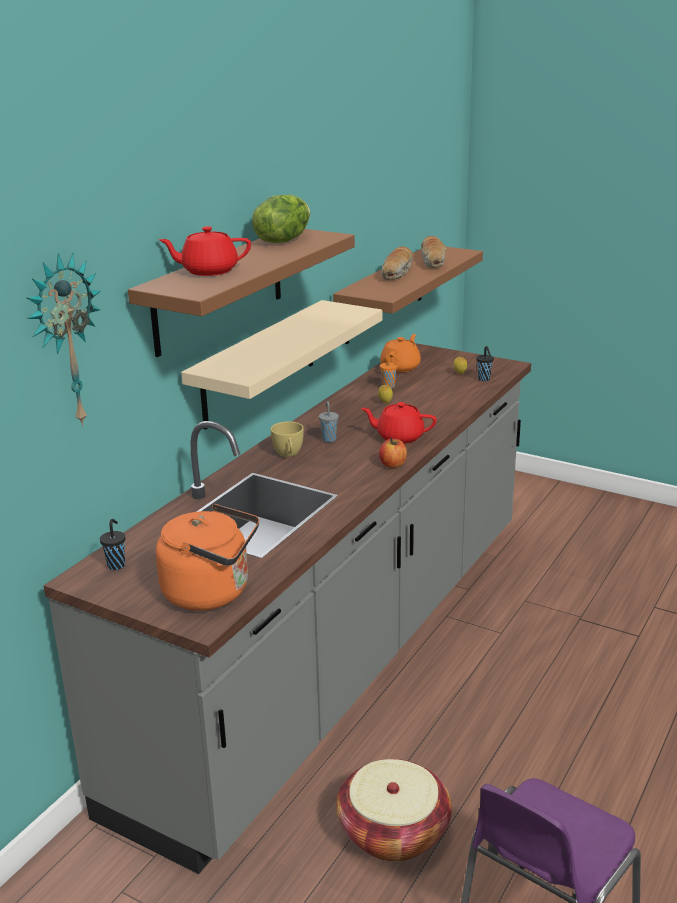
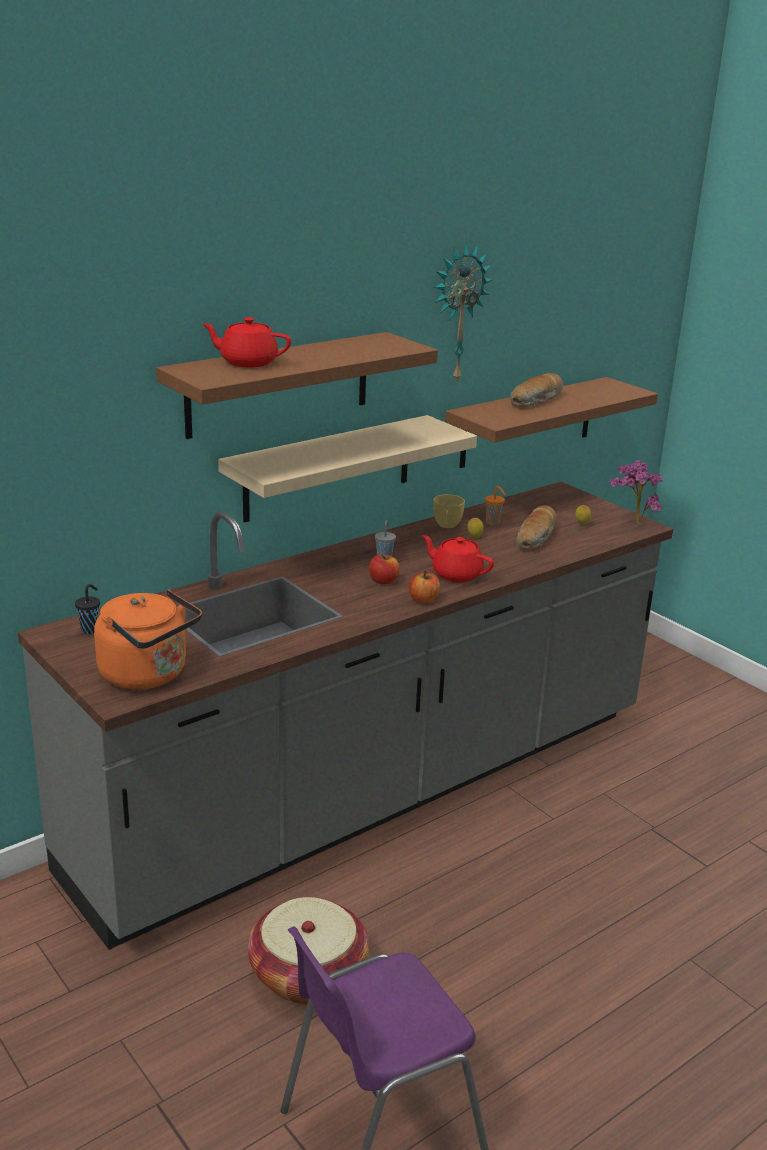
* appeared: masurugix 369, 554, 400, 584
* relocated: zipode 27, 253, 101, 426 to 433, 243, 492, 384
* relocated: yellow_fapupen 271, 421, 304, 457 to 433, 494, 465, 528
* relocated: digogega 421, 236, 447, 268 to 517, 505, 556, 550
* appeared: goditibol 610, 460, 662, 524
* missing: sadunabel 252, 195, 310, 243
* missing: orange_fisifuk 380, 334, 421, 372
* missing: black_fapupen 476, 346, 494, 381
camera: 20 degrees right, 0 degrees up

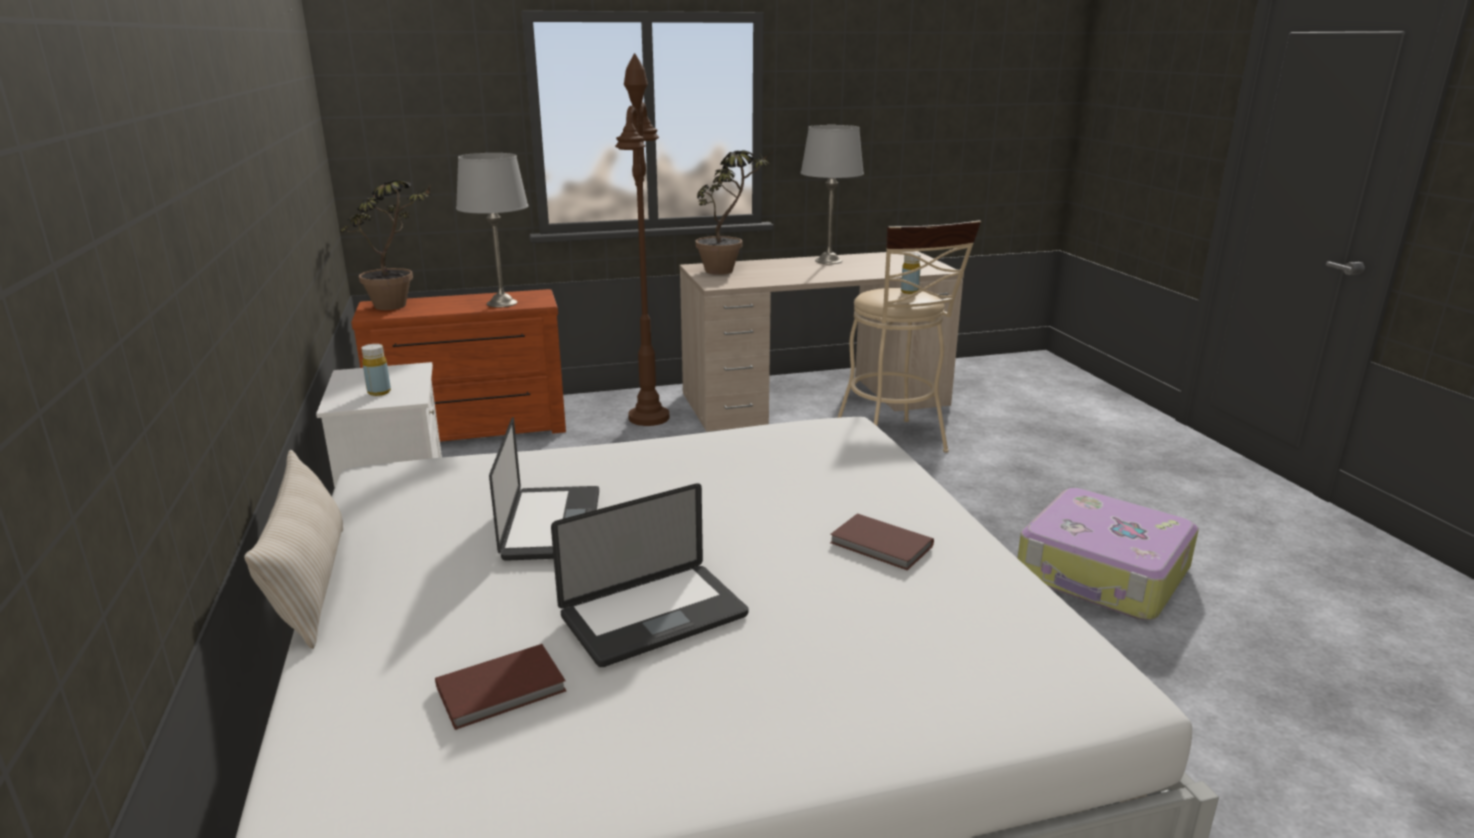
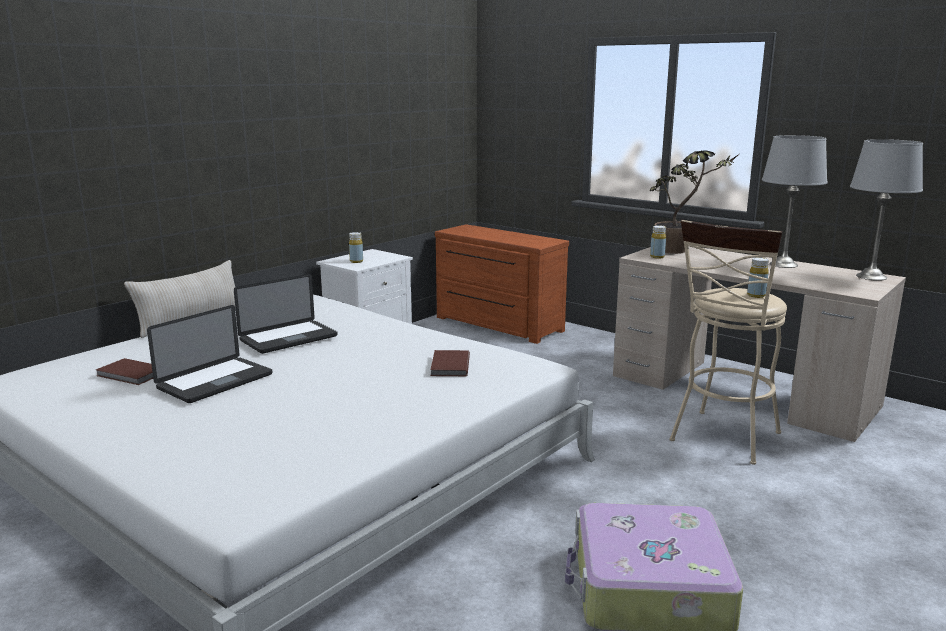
* spun: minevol 551, 483, 749, 667 = 147, 305, 272, 403 75 degrees counterclockwise
* relocated: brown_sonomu 830, 514, 934, 570 to 430, 350, 470, 376
* appeared: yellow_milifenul 650, 225, 666, 258
* relocated: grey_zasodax 456, 153, 528, 307 to 850, 139, 923, 281
* missing: goditibol 340, 180, 432, 310
* missing: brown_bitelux 615, 53, 669, 426
camera: 55 degrees right, 5 degrees down

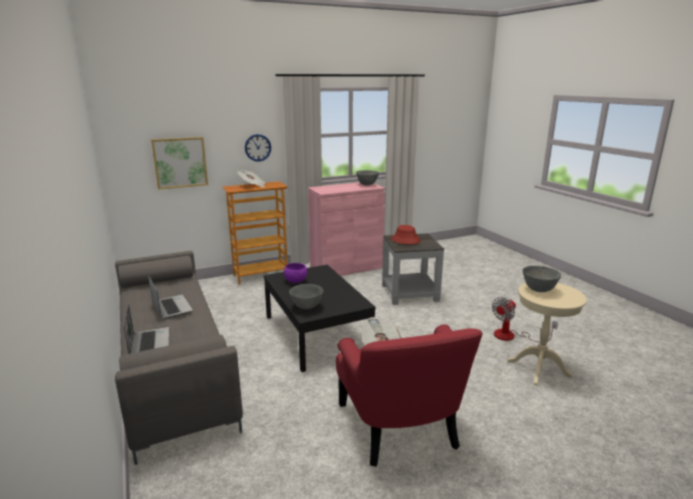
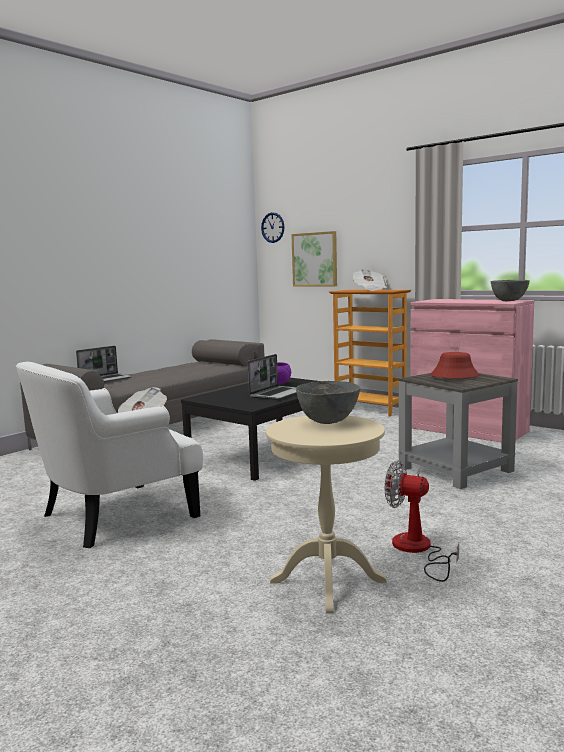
* colour: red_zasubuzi 336, 324, 483, 467 to white_zasubuzi 16, 362, 203, 548
* relocated: minevol 148, 275, 193, 319 to 248, 354, 296, 400
* relocated: zipode 245, 134, 271, 162 to 261, 212, 284, 243
* missing: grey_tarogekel 289, 284, 323, 309
camera: 65 degrees right, 10 degrees down

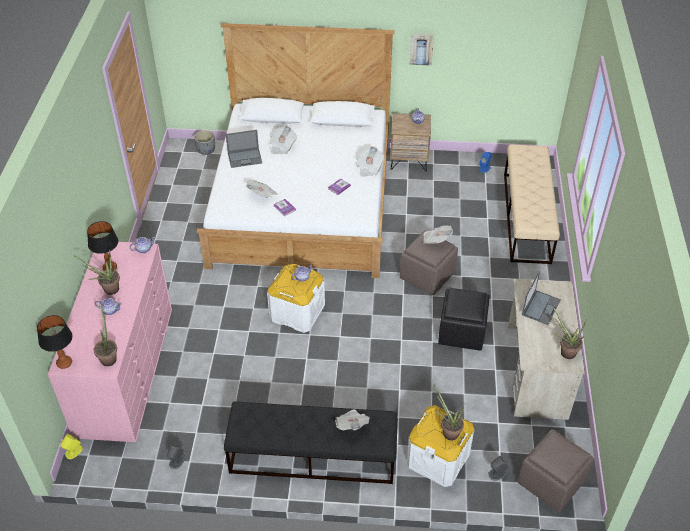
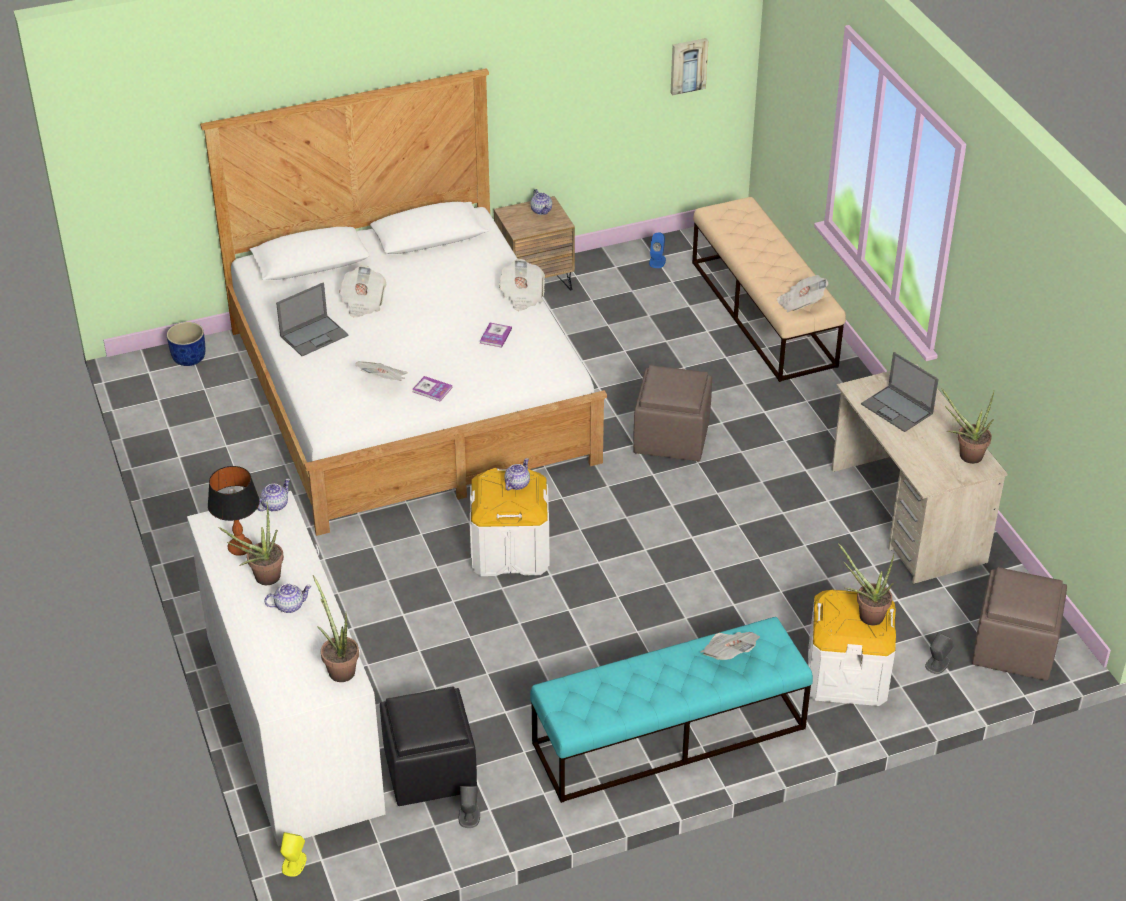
* colour: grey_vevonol 194, 130, 215, 155 to blue_vevonol 167, 322, 205, 366
* colour: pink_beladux 48, 242, 172, 442 to white_beladux 187, 491, 386, 846
* relocated: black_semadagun 438, 288, 490, 351 to 380, 686, 477, 806
* colour: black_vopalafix 224, 402, 398, 484 to turquoise_vopalafix 530, 617, 813, 803
* relocated: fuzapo 409, 34, 434, 66 to 671, 38, 708, 95
* relocated: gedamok 423, 225, 453, 244 to 777, 275, 829, 313
* spun: minevol 522, 271, 561, 325 = 861, 352, 939, 432 135 degrees clockwise
* missing: zasodax 37, 315, 72, 369
camera: 25 degrees left, 5 degrees down

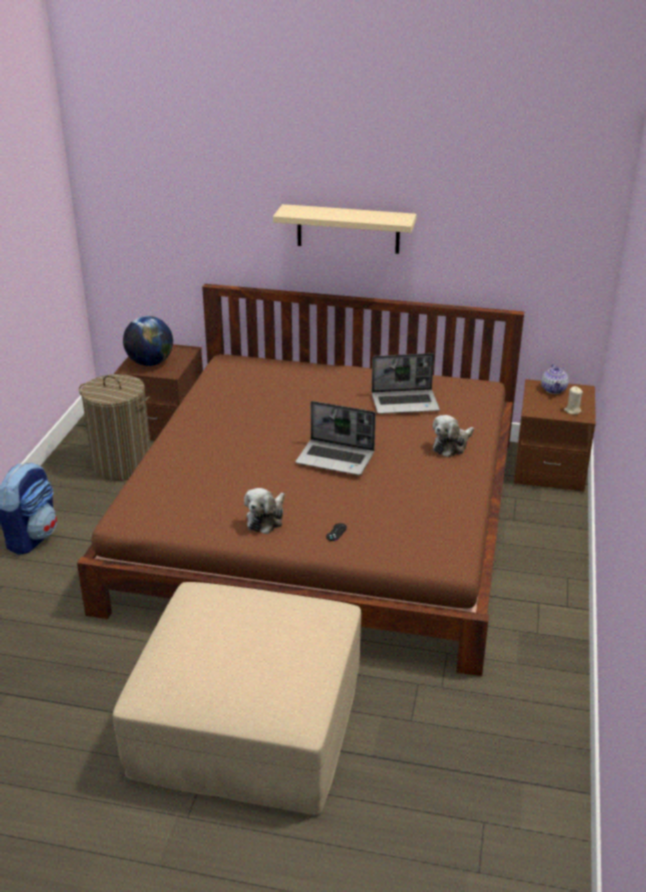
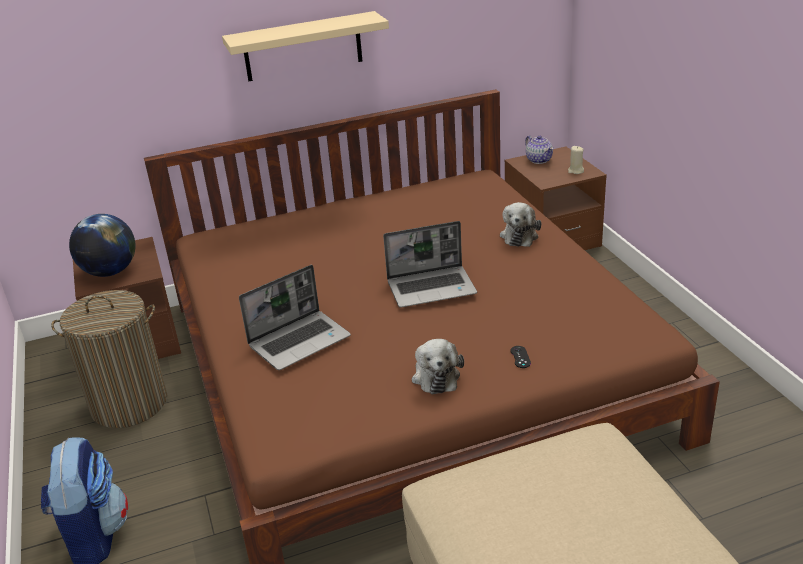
* relocated: minevol 371, 353, 440, 414 to 239, 265, 351, 370
camera: 30 degrees left, 0 degrees up

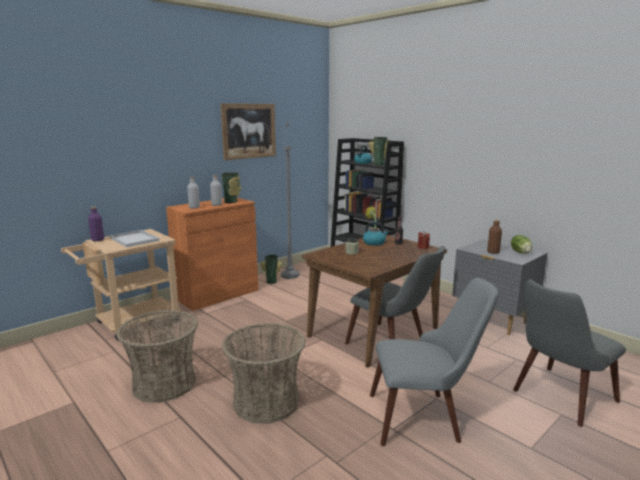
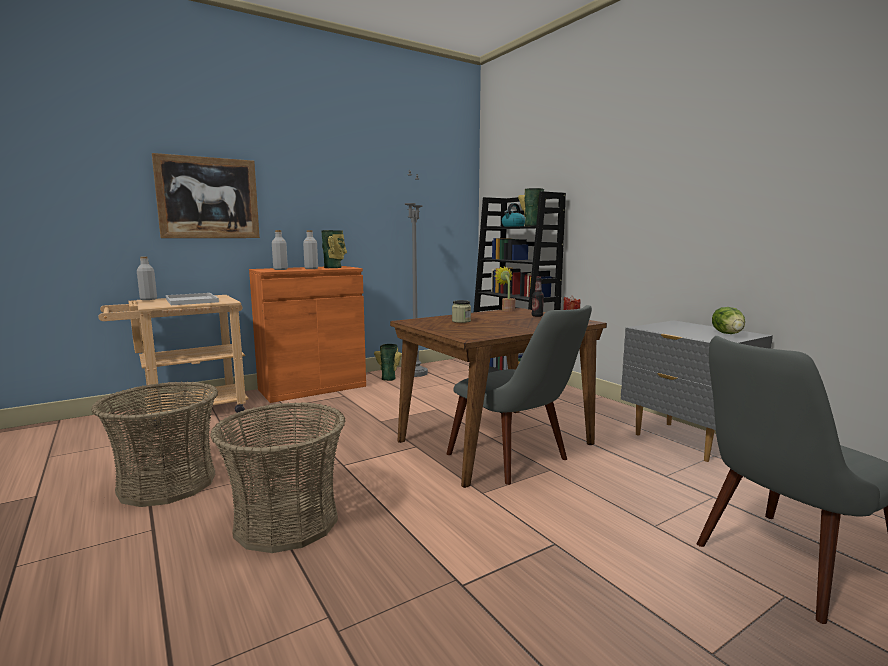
* colour: purple_milifenul 88, 207, 104, 241 to grey_milifenul 137, 256, 157, 300
* relocated: fuzapo 220, 103, 276, 160 to 152, 153, 260, 238
* missing: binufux 363, 222, 390, 246
* missing: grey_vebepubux 370, 278, 499, 446
* missing: brown_milifenul 487, 219, 502, 254
camera: 10 degrees right, 5 degrees down

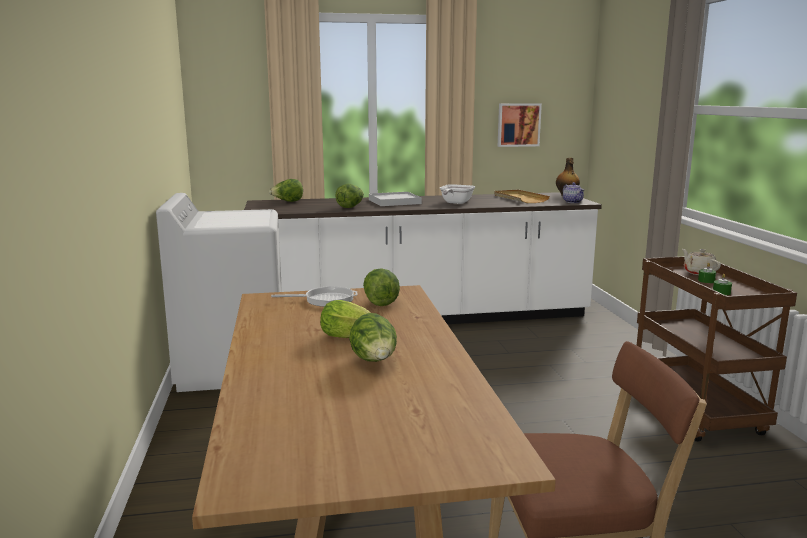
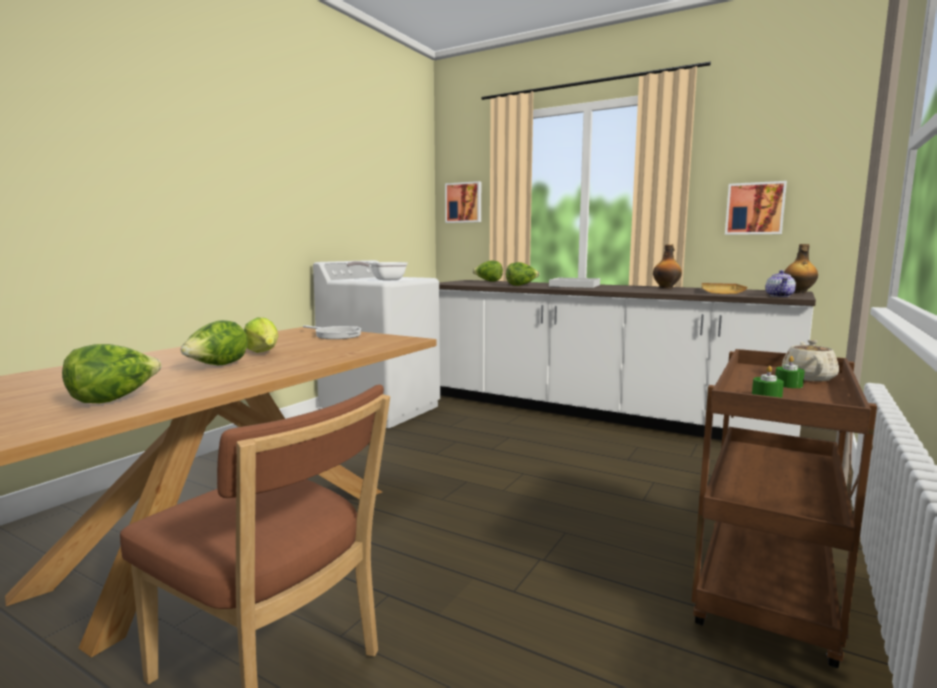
* relocated: sadunabel 363, 268, 400, 306 to 62, 344, 162, 403
* relocated: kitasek 440, 184, 475, 204 to 346, 261, 408, 281
* appeared: fuzapo 445, 181, 481, 223
* appeared: milifenul 653, 244, 682, 289
camera: 40 degrees right, 5 degrees down

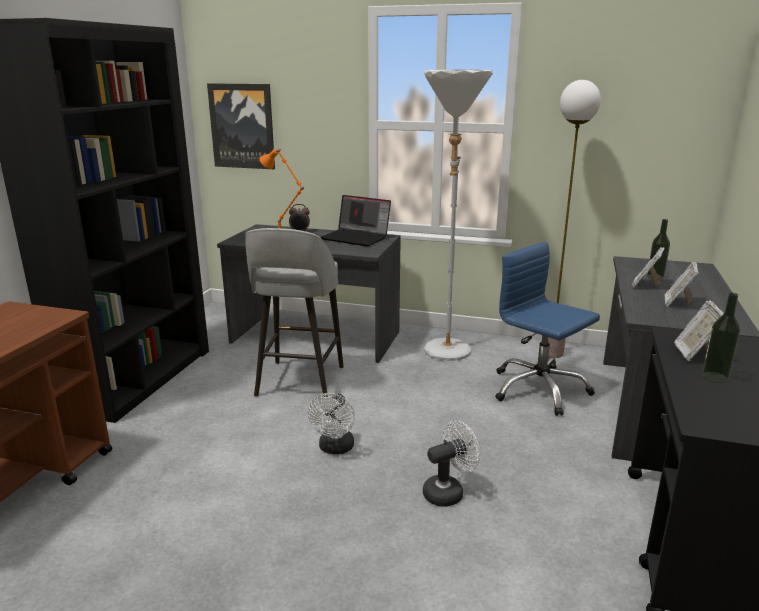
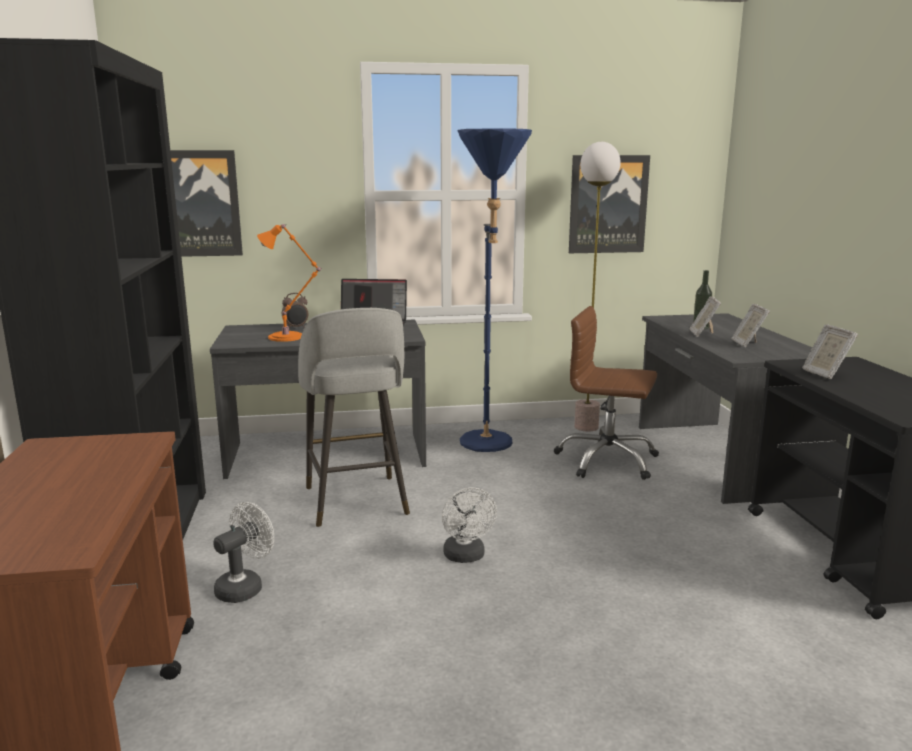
* relocated: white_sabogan 423, 420, 480, 507 to 213, 502, 274, 603
* colour: white_bitelux 424, 70, 493, 361 to blue_bitelux 458, 128, 532, 452
* colour: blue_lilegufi 495, 242, 600, 416 to brown_lilegufi 553, 306, 659, 480
* appeared: fuzapo 569, 155, 650, 253
* missing: milifenul 702, 293, 740, 383
camera: 25 degrees left, 5 degrees down

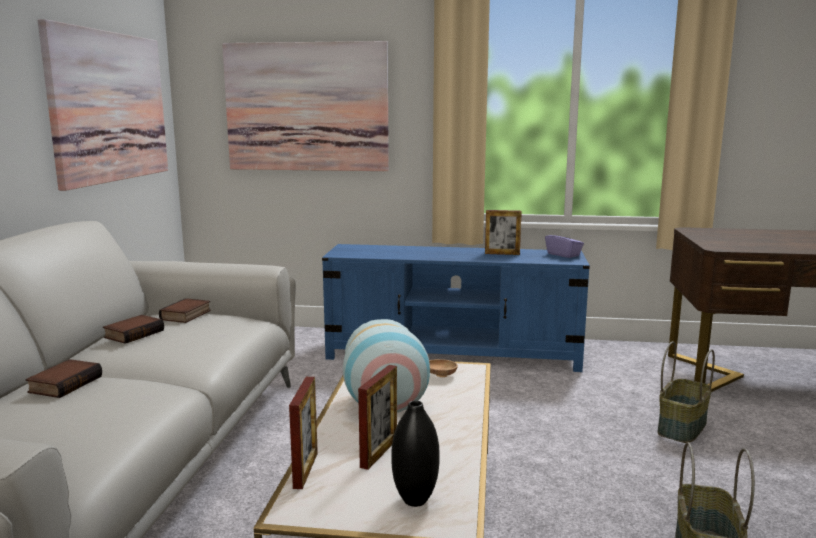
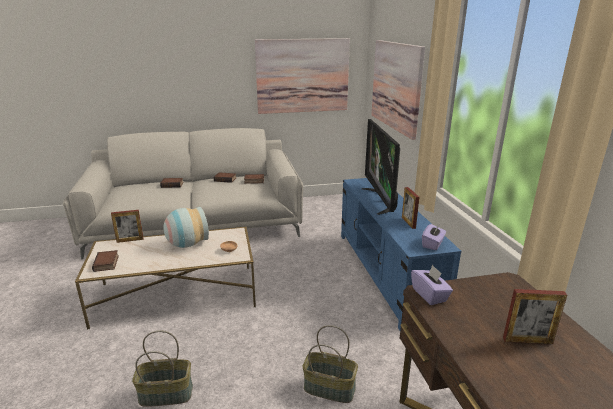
* exchanged: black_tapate 391, 401, 440, 507 to sonomu 92, 250, 119, 272
* appeared: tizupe 362, 119, 400, 215
* appeared: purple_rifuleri 411, 265, 453, 305
* relocated: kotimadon 358, 365, 397, 470 to 503, 289, 567, 344
camera: 70 degrees right, 10 degrees up

